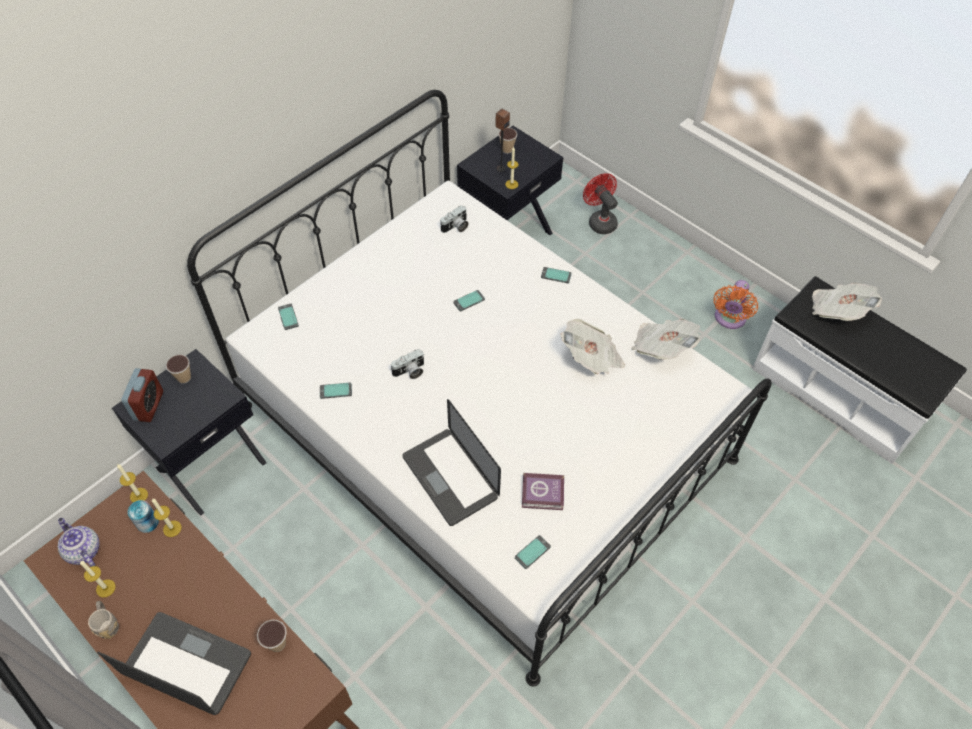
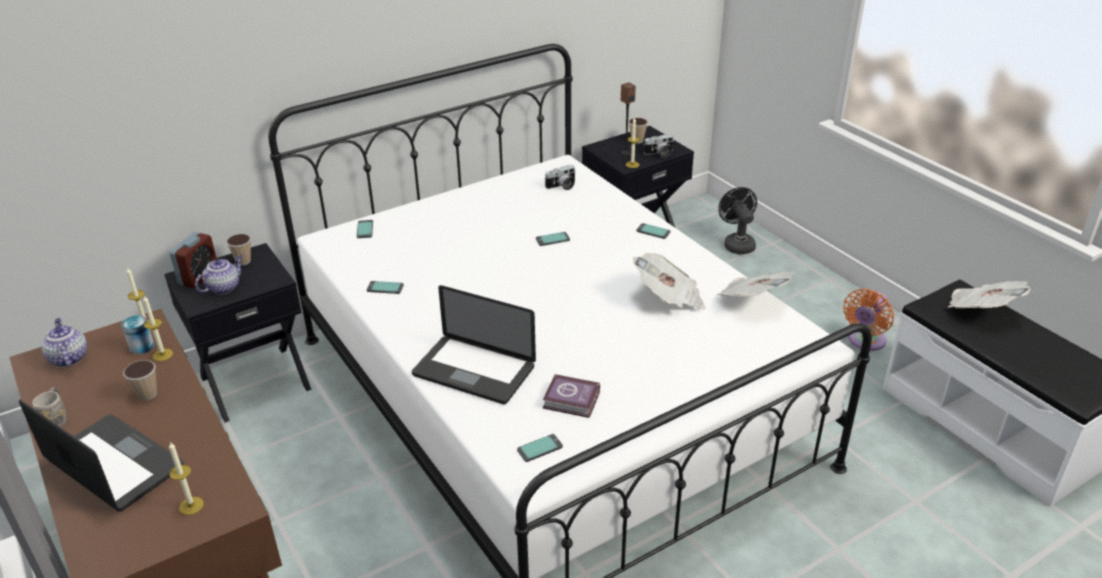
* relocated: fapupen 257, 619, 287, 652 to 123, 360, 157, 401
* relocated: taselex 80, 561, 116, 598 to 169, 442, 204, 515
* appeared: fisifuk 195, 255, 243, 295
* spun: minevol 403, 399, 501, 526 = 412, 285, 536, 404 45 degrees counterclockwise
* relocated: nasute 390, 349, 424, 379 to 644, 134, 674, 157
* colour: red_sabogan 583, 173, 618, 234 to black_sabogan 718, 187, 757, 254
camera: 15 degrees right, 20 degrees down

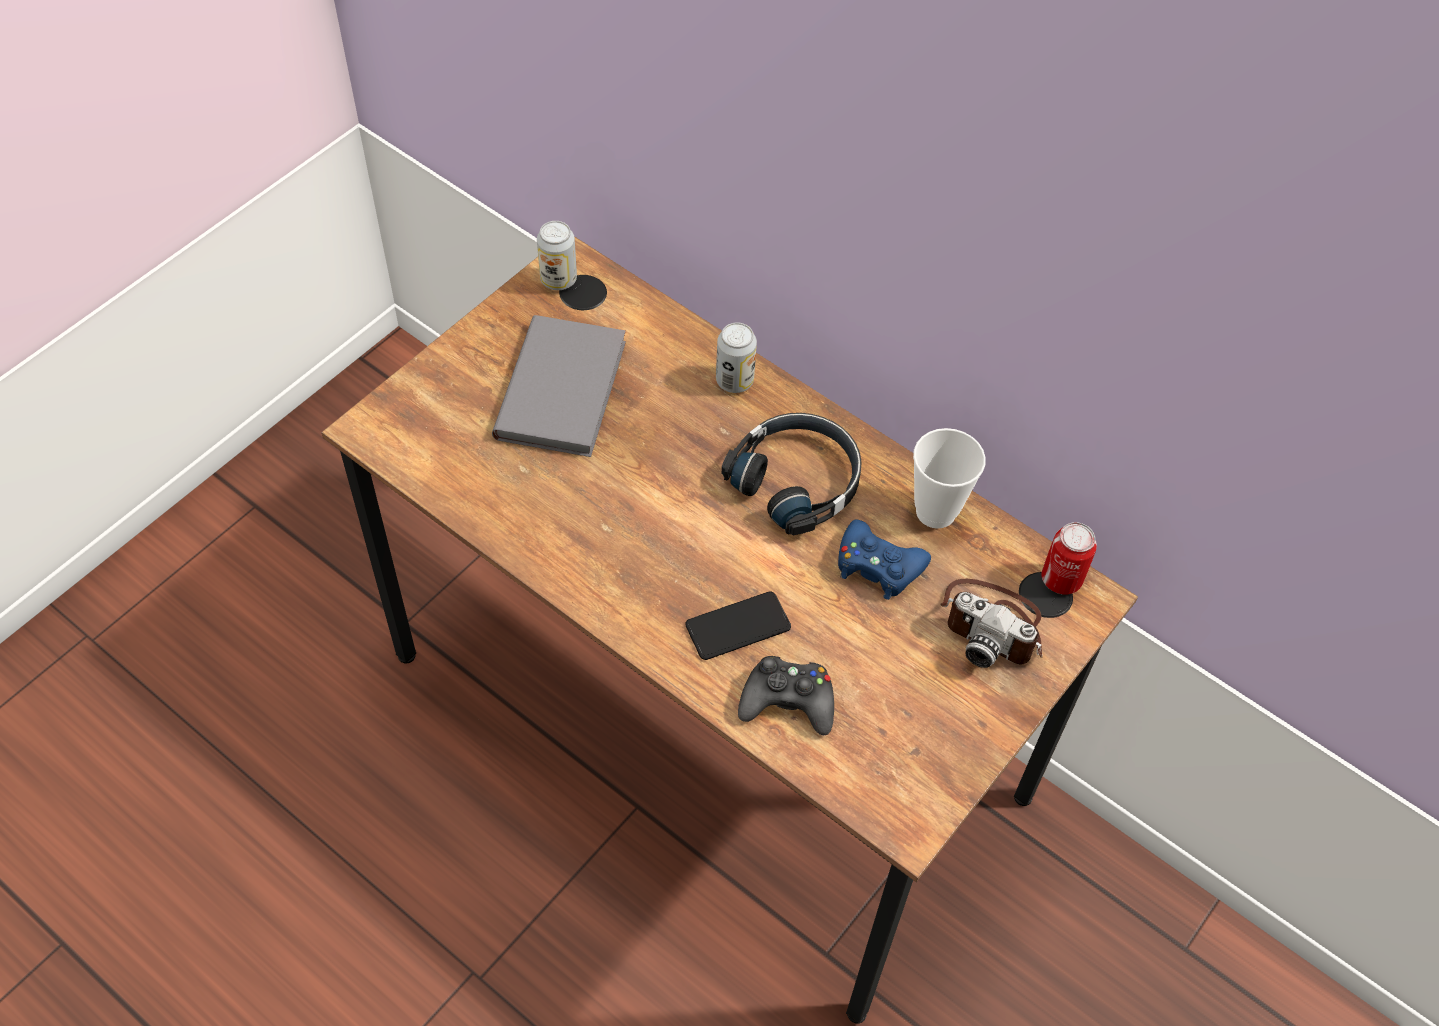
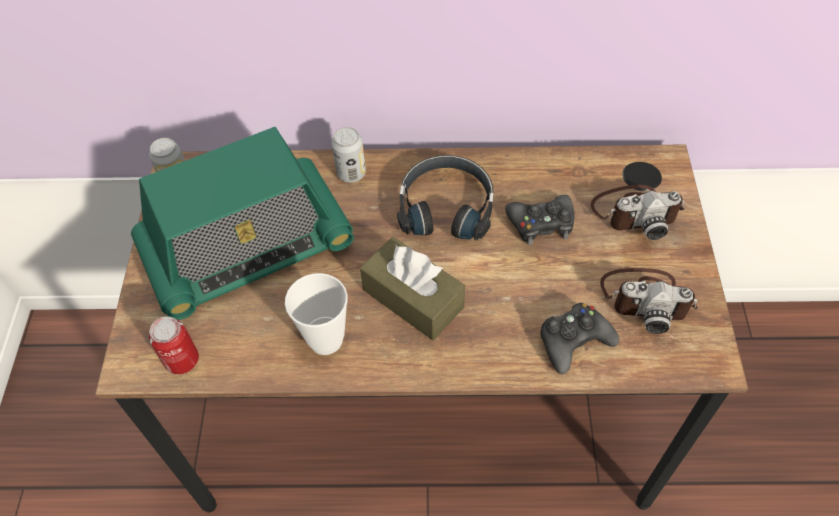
* exchanged: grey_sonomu 492, 315, 626, 457 to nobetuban 131, 127, 354, 320
* relocated: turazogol 1041, 522, 1097, 594 to 149, 316, 199, 374
* relocated: fapupen 913, 428, 986, 529 to 285, 273, 348, 355
* appeared: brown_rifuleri 360, 237, 465, 340
* colour: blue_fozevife 838, 519, 931, 600 to black_fozevife 505, 195, 574, 245
* appeared: nasute 600, 268, 698, 334
* missing: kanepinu 685, 591, 791, 660
camera: 35 degrees left, 0 degrees up

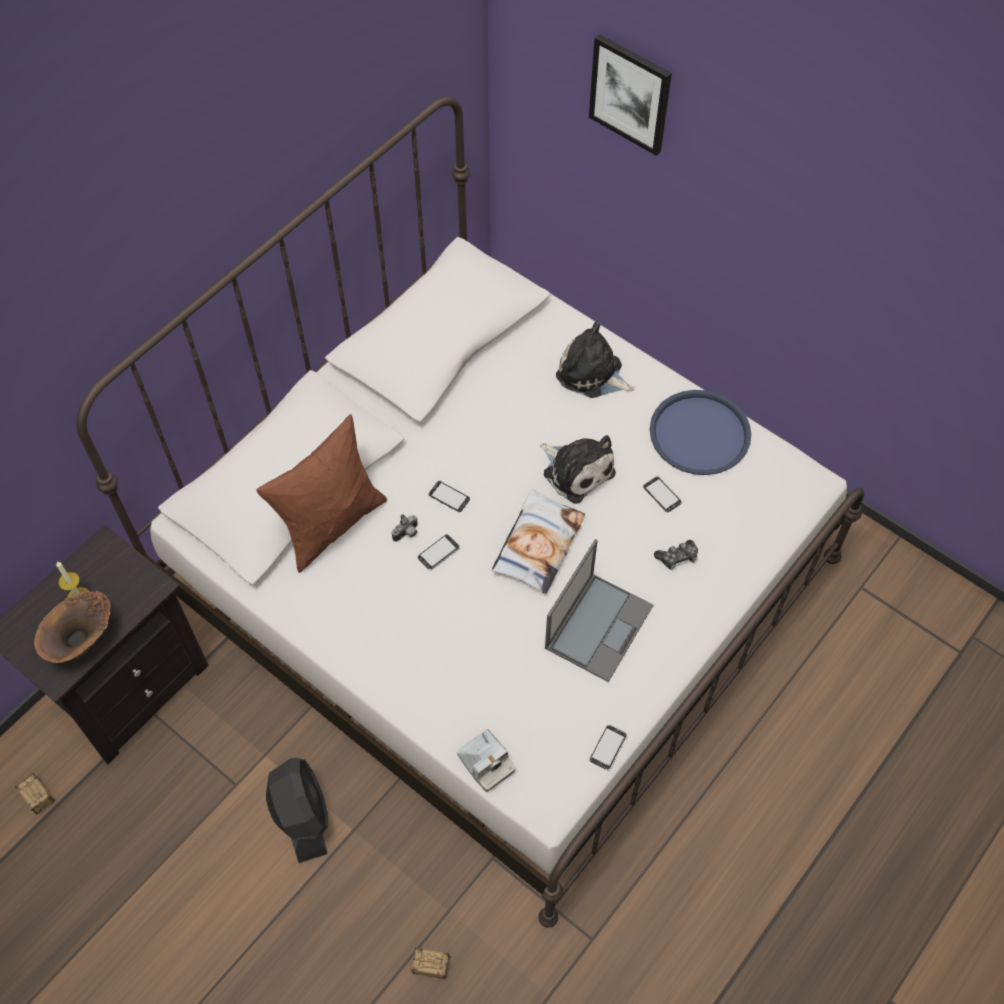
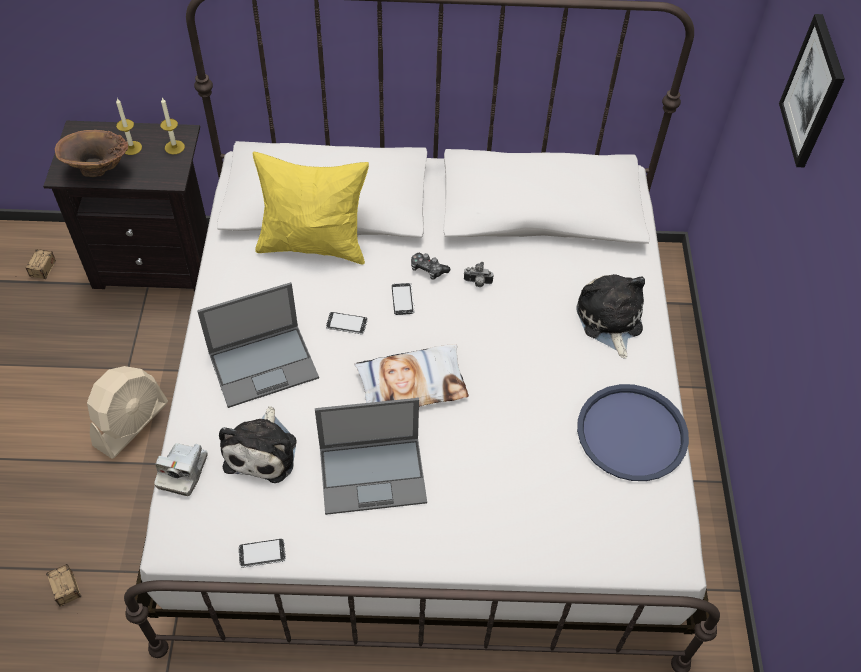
* colour: black_sabogan 266, 758, 328, 863 to beige_sabogan 87, 366, 168, 459
* appeared: taselex 160, 98, 185, 154
* appeared: minevol 197, 282, 319, 408
* relocated: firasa 540, 435, 616, 504 to 219, 406, 296, 483
* colour: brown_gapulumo 256, 414, 387, 573 to yellow_gapulumo 253, 152, 369, 264
* relocated: fozevife 654, 540, 698, 570 to 411, 253, 450, 280
* relocated: nasute 392, 514, 418, 542 to 464, 262, 494, 287
* missing: kanepinu 643, 476, 682, 512
camera: 50 degrees right, 5 degrees down

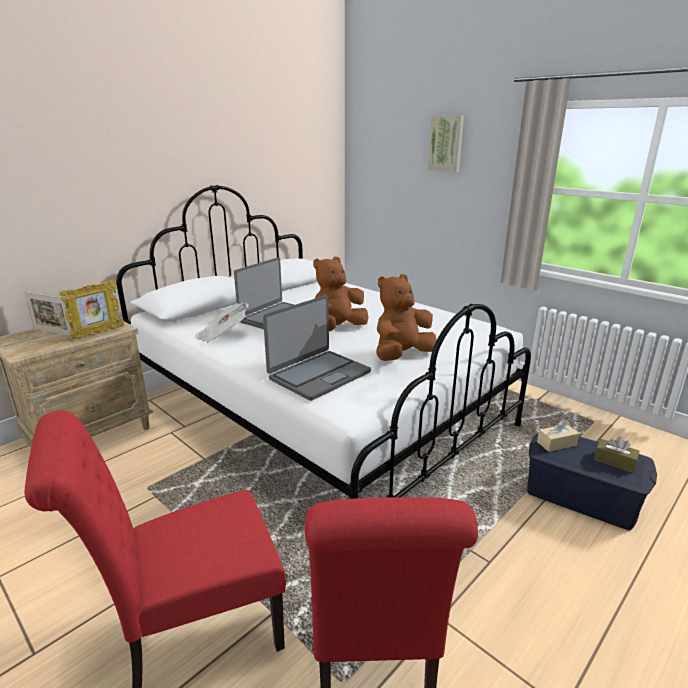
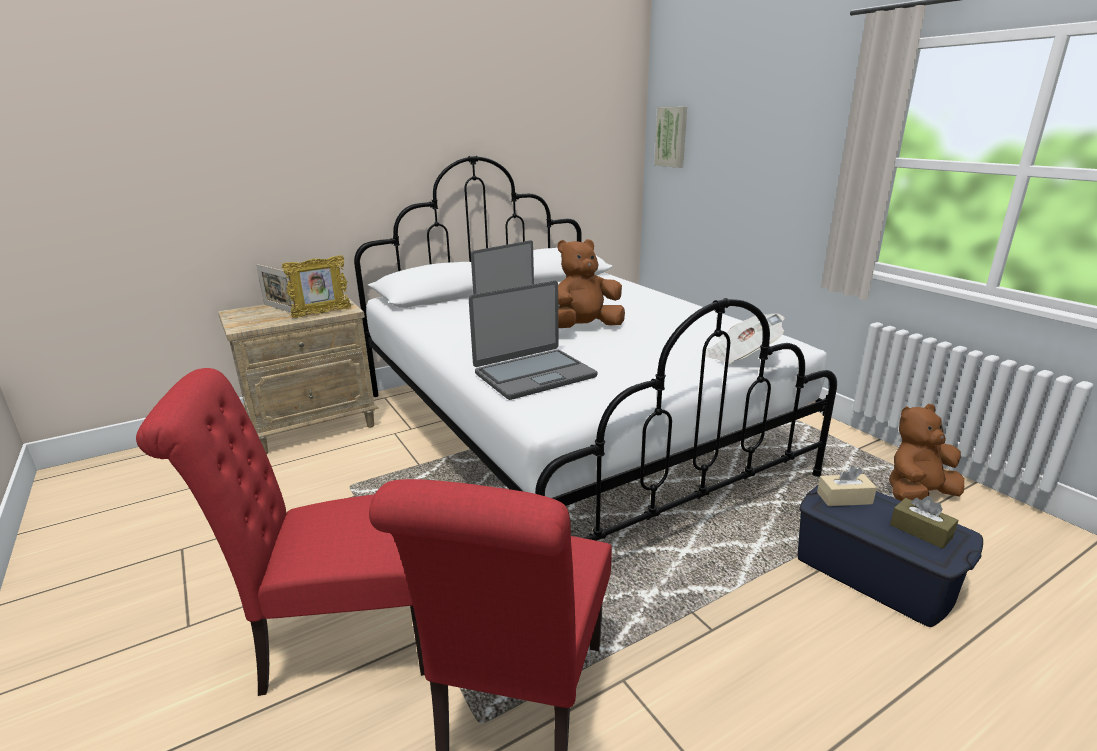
* relocated: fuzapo 428, 116, 464, 172 to 654, 107, 687, 168
* relocated: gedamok 195, 303, 249, 343 to 705, 314, 785, 364
* relocated: brown_firasa 376, 274, 437, 361 to 889, 404, 964, 501
camera: 15 degrees right, 0 degrees up

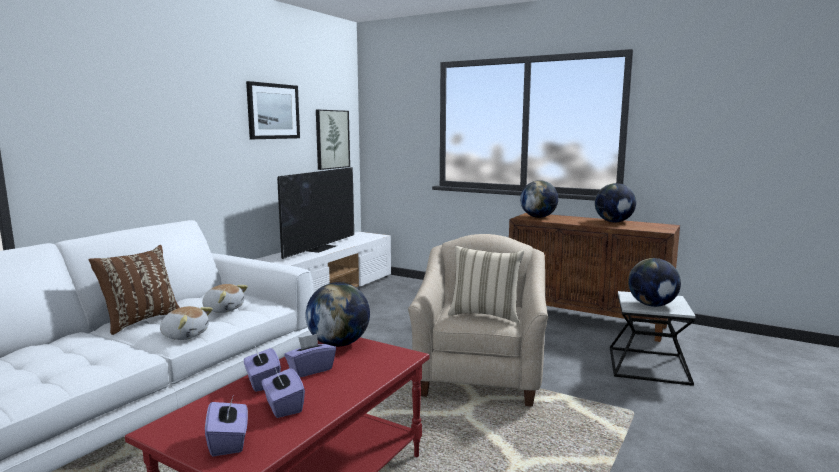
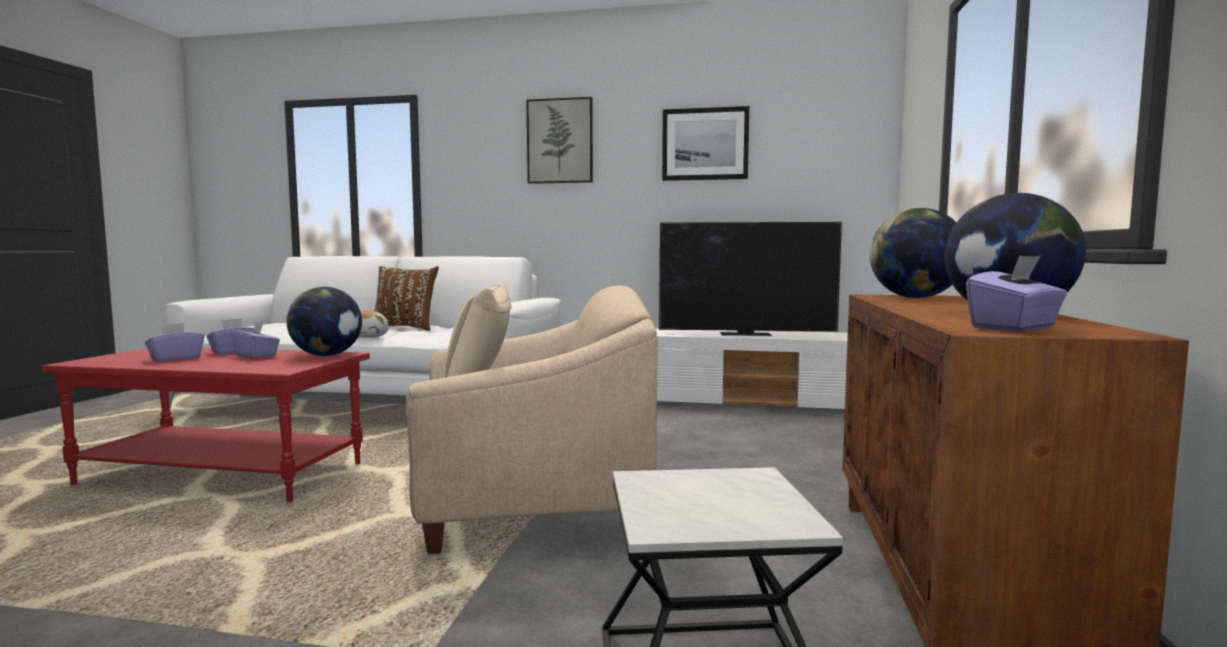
* relocated: fuzapo 316, 110, 350, 170 to 526, 97, 593, 184
* relocated: purple_rifuleri 205, 397, 248, 456 to 966, 255, 1067, 332
* missing: firasa 202, 284, 248, 313
* missing: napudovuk 628, 258, 681, 307
camera: 70 degrees right, 5 degrees down

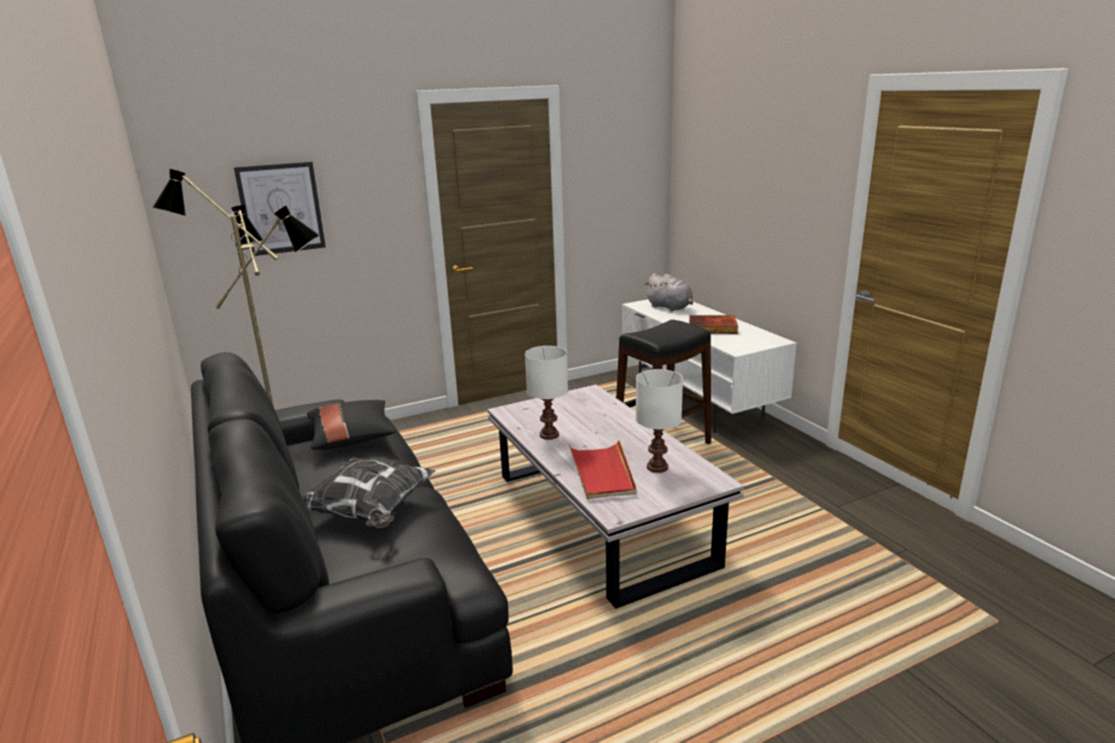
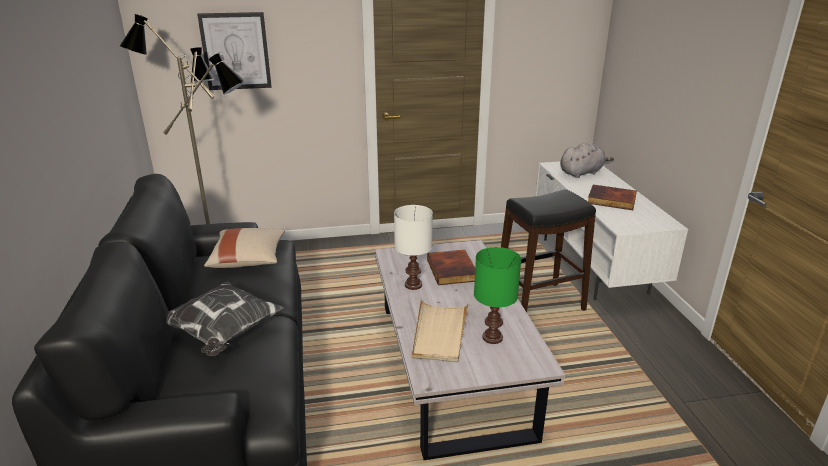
* colour: black_gapulumo 307, 400, 396, 450 to beige_gapulumo 204, 228, 285, 268
* colour: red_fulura 569, 440, 636, 499 to beige_fulura 412, 299, 468, 362
* appeared: sonomu 427, 250, 475, 285
* colour: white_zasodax 636, 369, 683, 473 to green_zasodax 474, 247, 521, 344
* spun: grey_firasa 644, 273, 693, 311 = 560, 143, 614, 178 90 degrees counterclockwise
camera: 15 degrees right, 5 degrees up

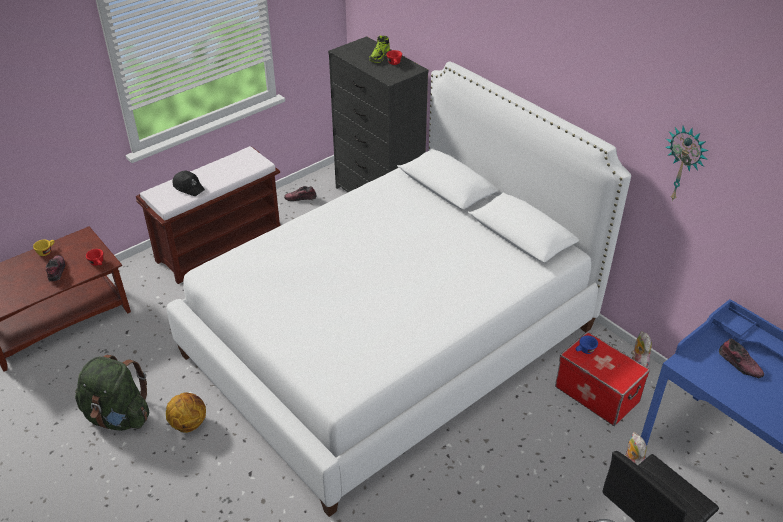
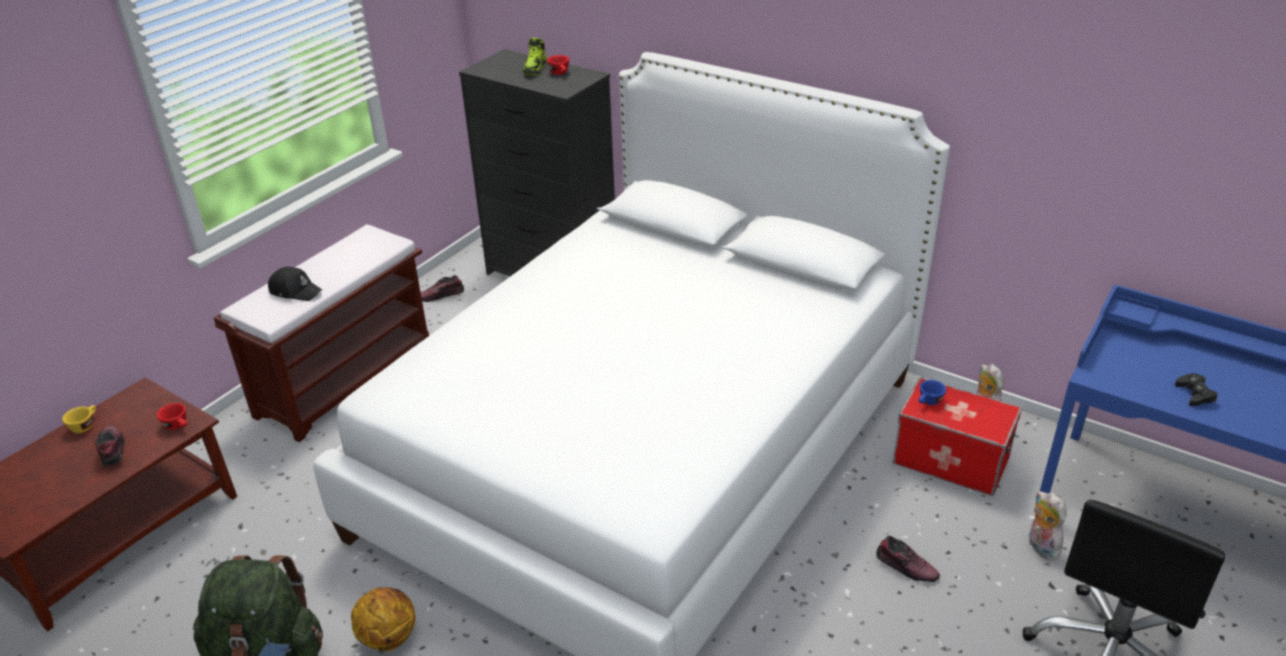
* relocated: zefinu 719, 339, 764, 378 to 876, 536, 940, 582
* appeared: black_fozevife 1175, 373, 1218, 406
* missing: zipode 665, 126, 709, 201
camera: 15 degrees left, 5 degrees down

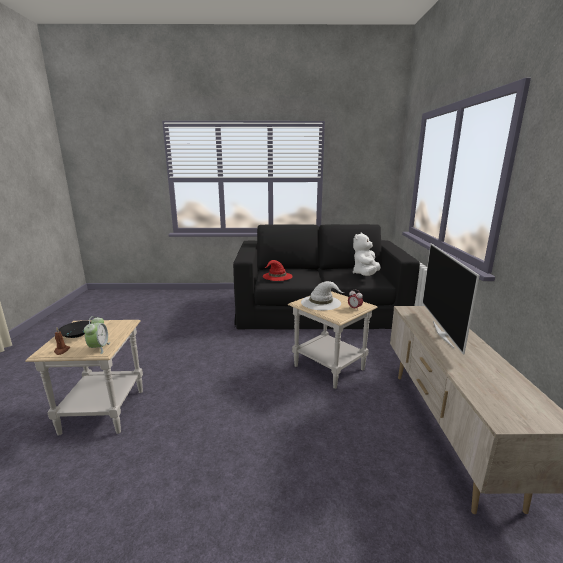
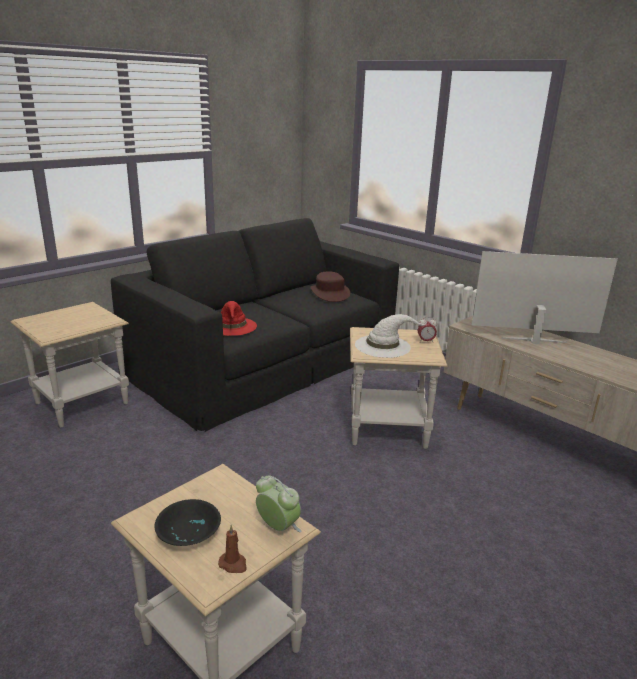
* appeared: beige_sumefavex 11, 302, 129, 427
* exchanged: white_firasa 353, 233, 381, 276 to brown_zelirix 310, 271, 350, 302
* spun: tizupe 422, 243, 480, 355 = 472, 251, 618, 344 135 degrees clockwise
camera: 45 degrees left, 5 degrees up

